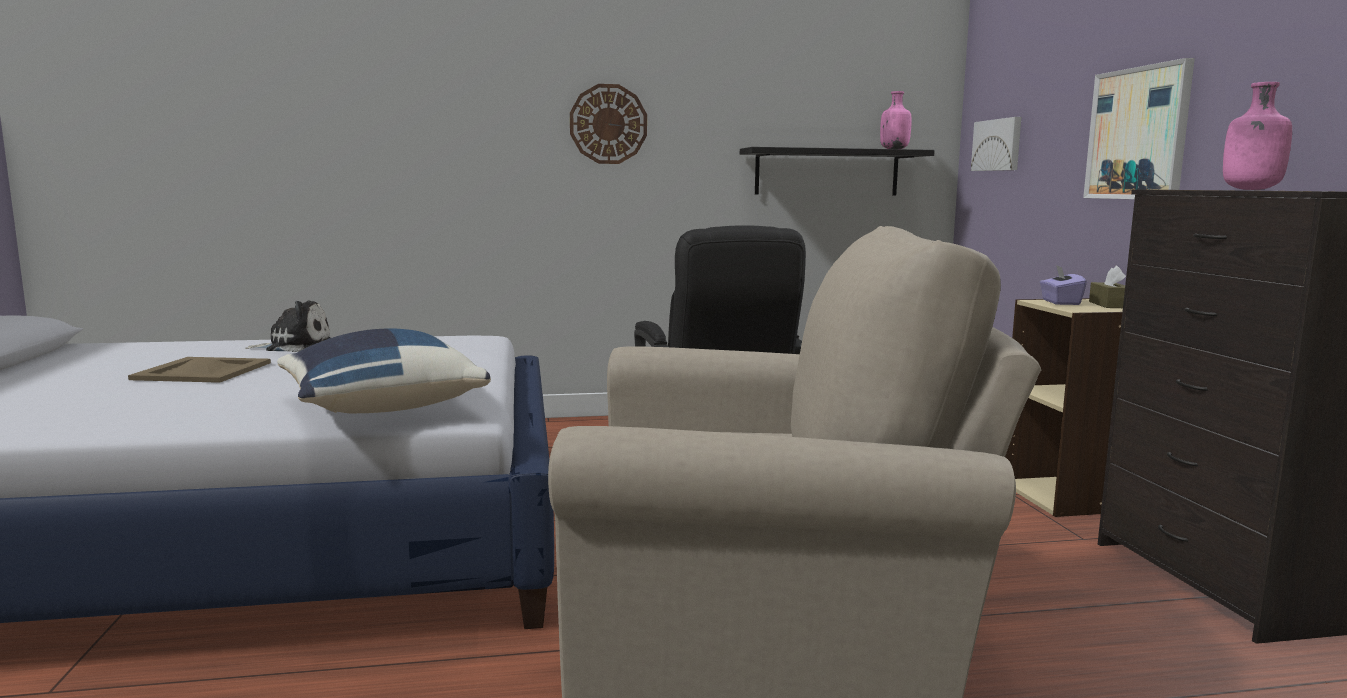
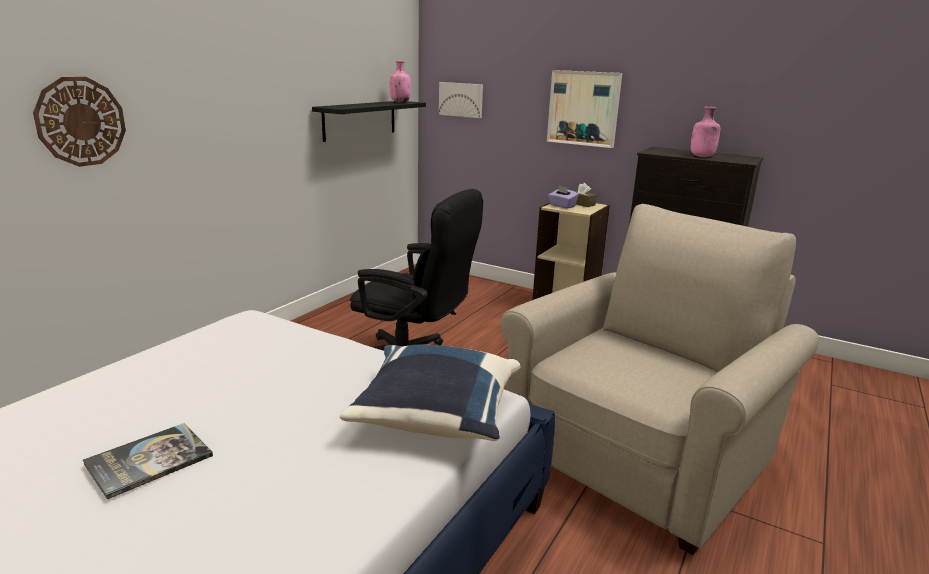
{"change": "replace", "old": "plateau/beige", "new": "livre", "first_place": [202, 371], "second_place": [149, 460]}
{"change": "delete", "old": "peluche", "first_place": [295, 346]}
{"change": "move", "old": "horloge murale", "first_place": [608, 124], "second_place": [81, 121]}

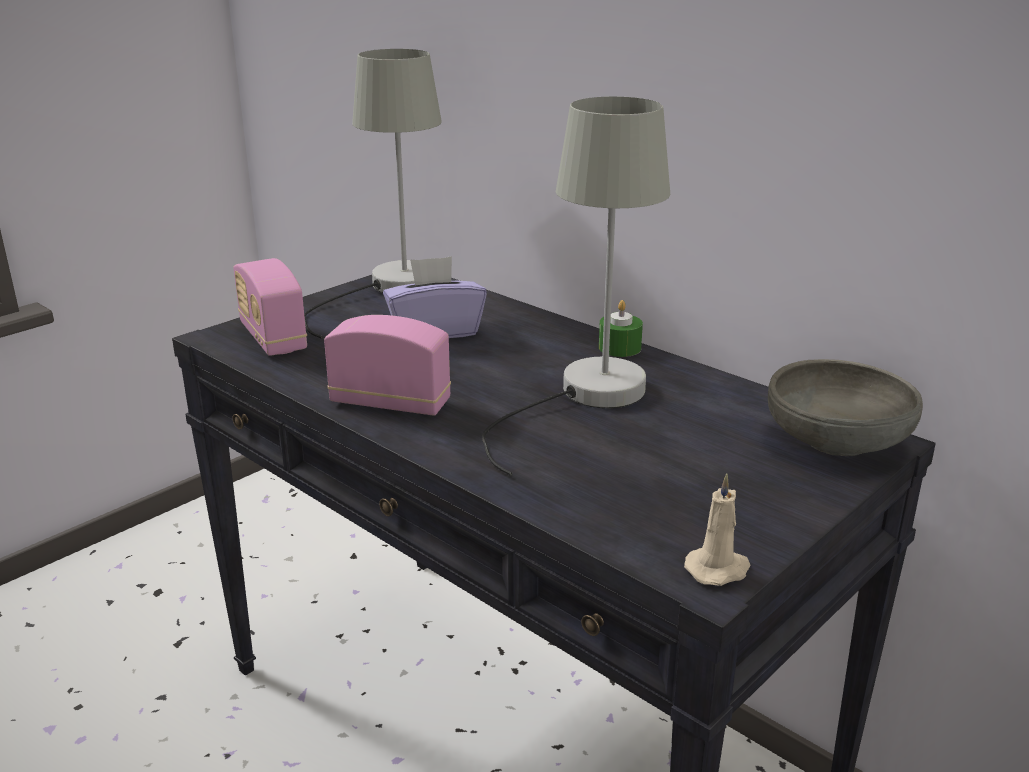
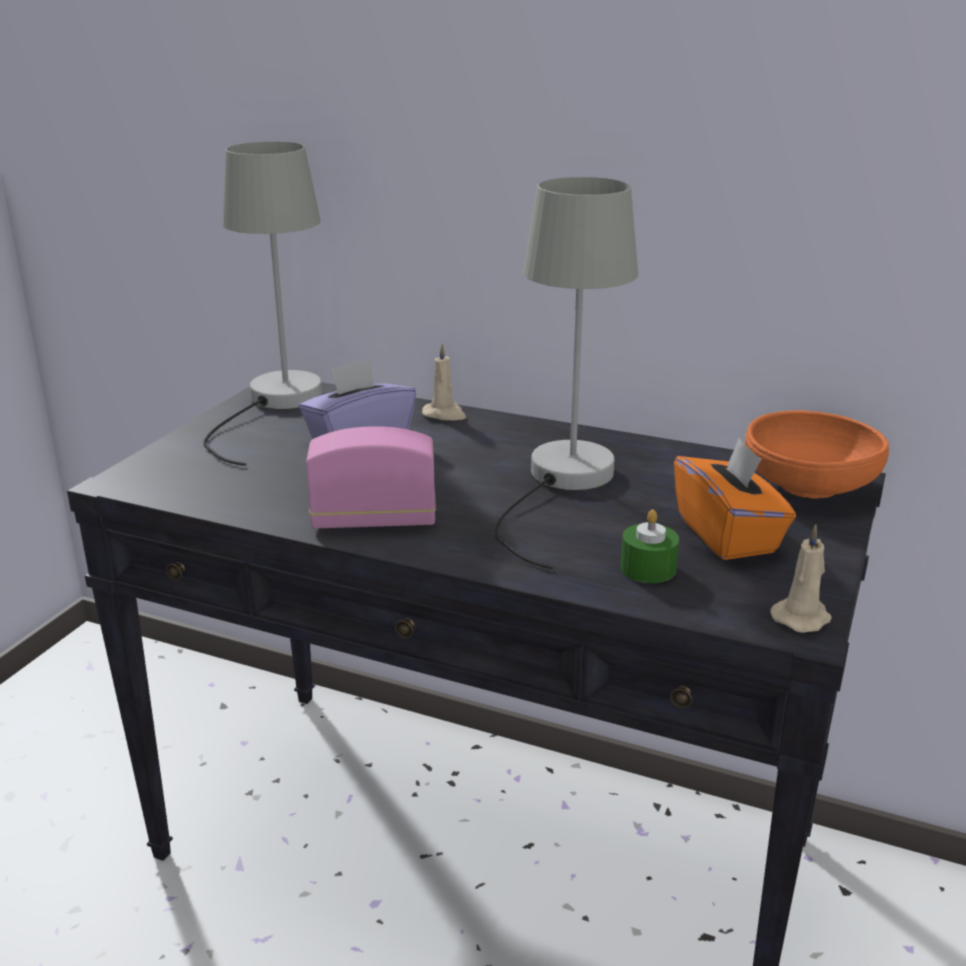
{"change": "delete", "old": "radio", "first_place": [273, 338]}
{"change": "move", "old": "bougie/vert", "first_place": [619, 348], "second_place": [648, 568]}
{"change": "recolor", "old": "bol/gris", "new": "bol/orange", "first_place": [836, 442], "second_place": [809, 486]}
{"change": "insert", "new": "bougie/beige", "second_place": [445, 414]}
{"change": "insert", "new": "boîte à mouchoirs/orange", "second_place": [728, 534]}

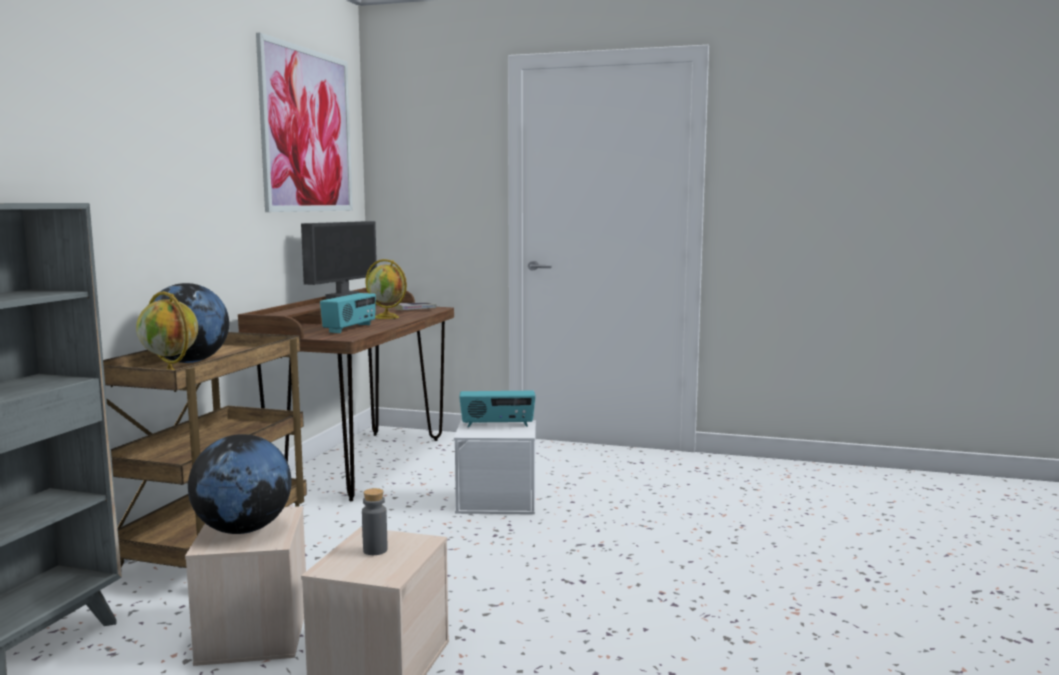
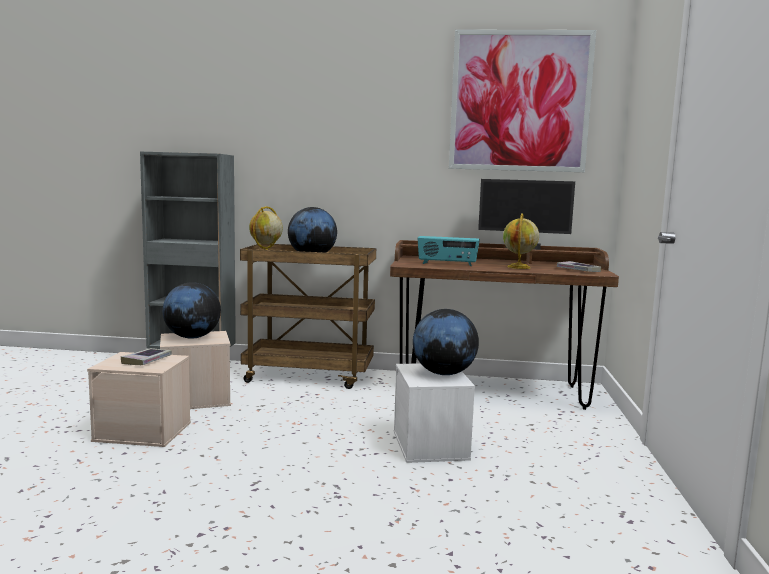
{"change": "replace", "old": "bouteille/gris", "new": "livre", "first_place": [375, 550], "second_place": [147, 360]}
{"change": "replace", "old": "radio", "new": "globe", "first_place": [497, 425], "second_place": [443, 373]}

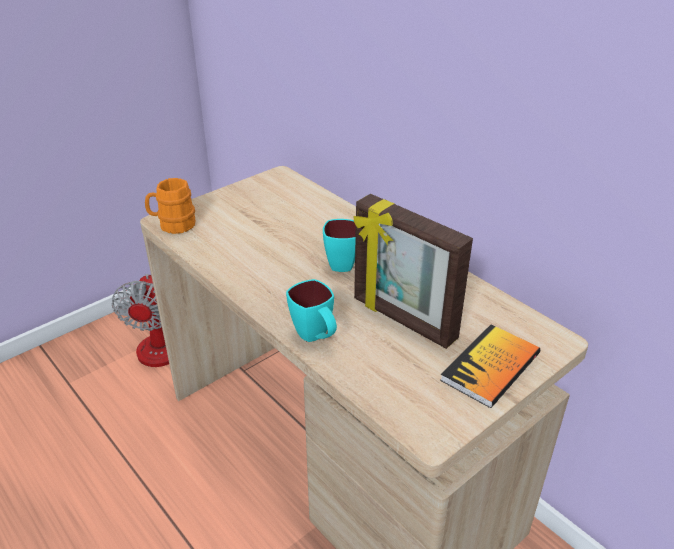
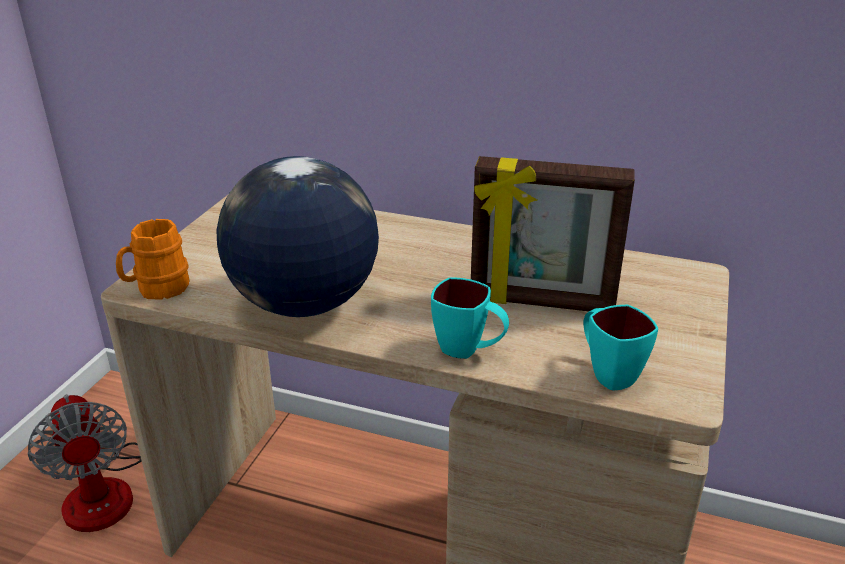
{"change": "move", "old": "mug/turquoise", "first_place": [342, 261], "second_place": [607, 373]}
{"change": "delete", "old": "livre", "first_place": [490, 367]}
{"change": "insert", "new": "globe", "second_place": [303, 304]}

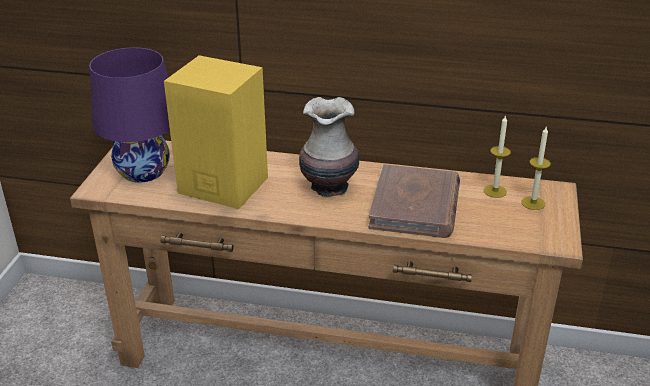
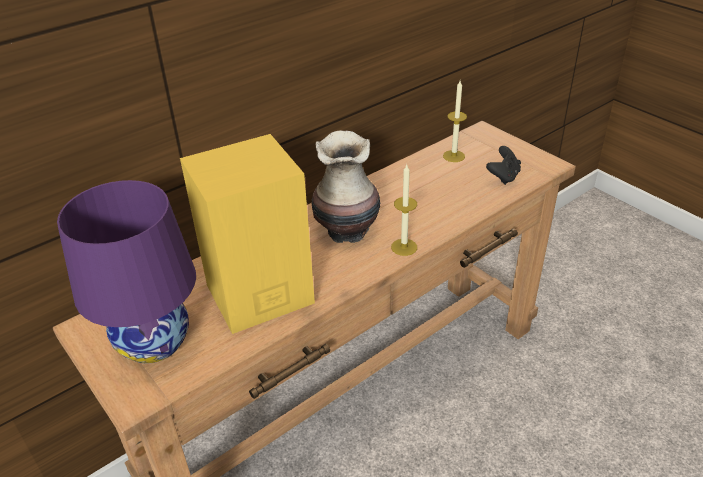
{"change": "delete", "old": "livre/marron", "first_place": [415, 206]}
{"change": "move", "old": "bougie", "first_place": [533, 203], "second_place": [404, 247]}
{"change": "insert", "new": "manette/noir", "second_place": [503, 177]}

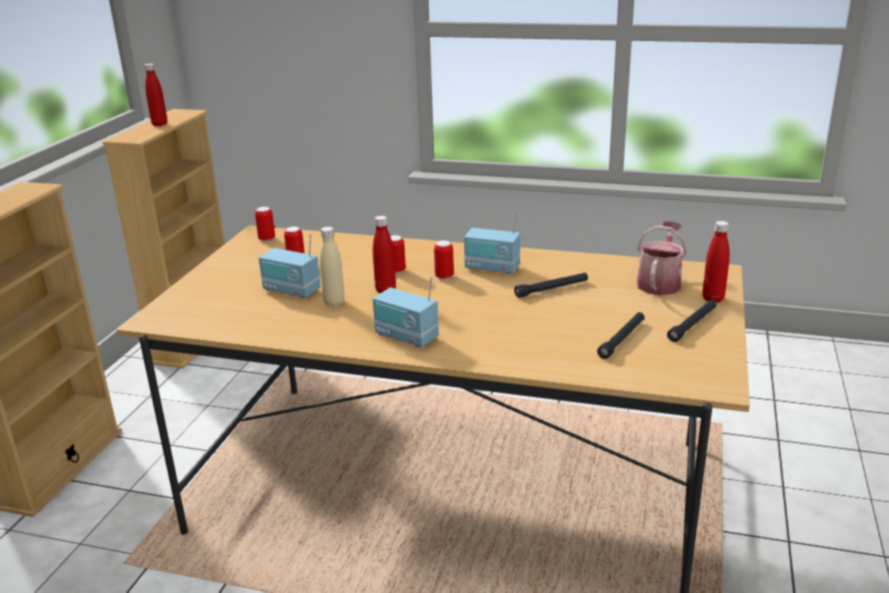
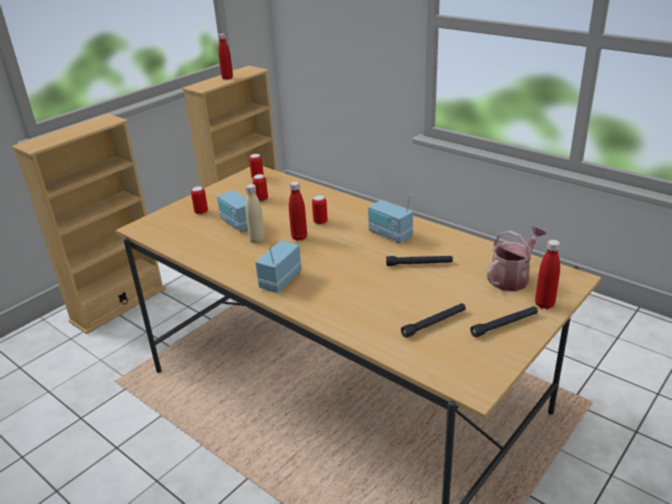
{"change": "rotate", "old": "radio", "first_place": [406, 337], "second_place": [280, 280], "degrees": 60}
{"change": "move", "old": "boîte métallique", "first_place": [444, 276], "second_place": [201, 212]}

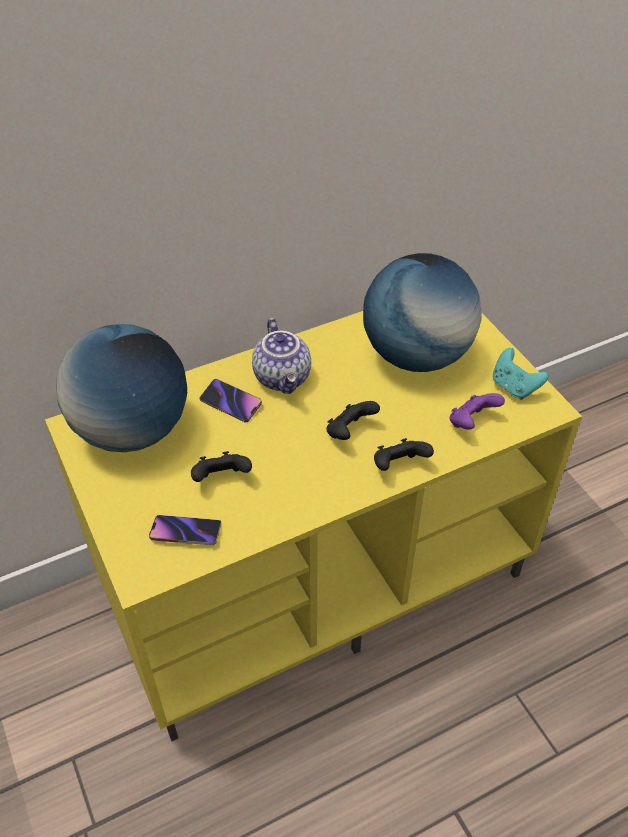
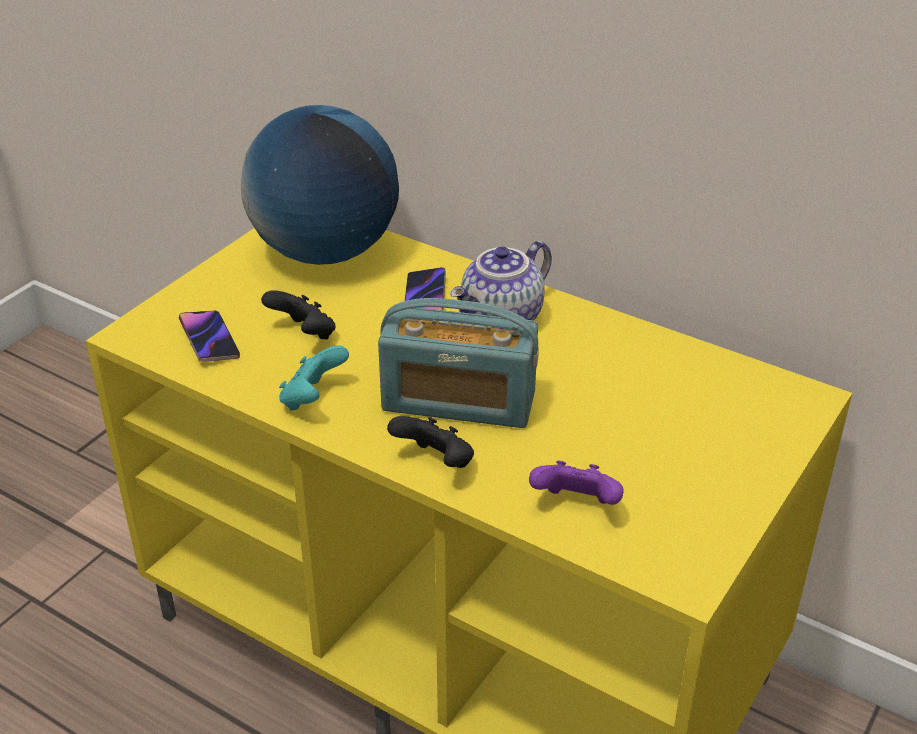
{"change": "replace", "old": "manette/noir", "new": "radio", "first_place": [349, 432], "second_place": [458, 402]}
{"change": "delete", "old": "globe", "first_place": [416, 356]}
{"change": "move", "old": "manette/turquoise", "first_place": [514, 387], "second_place": [313, 399]}

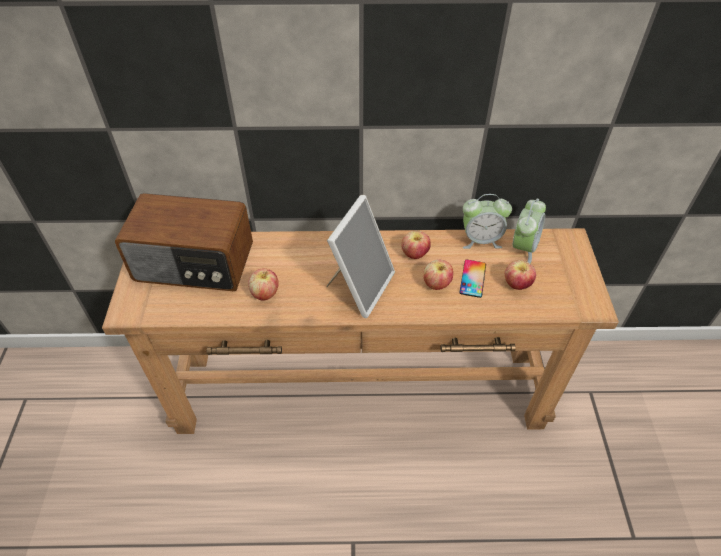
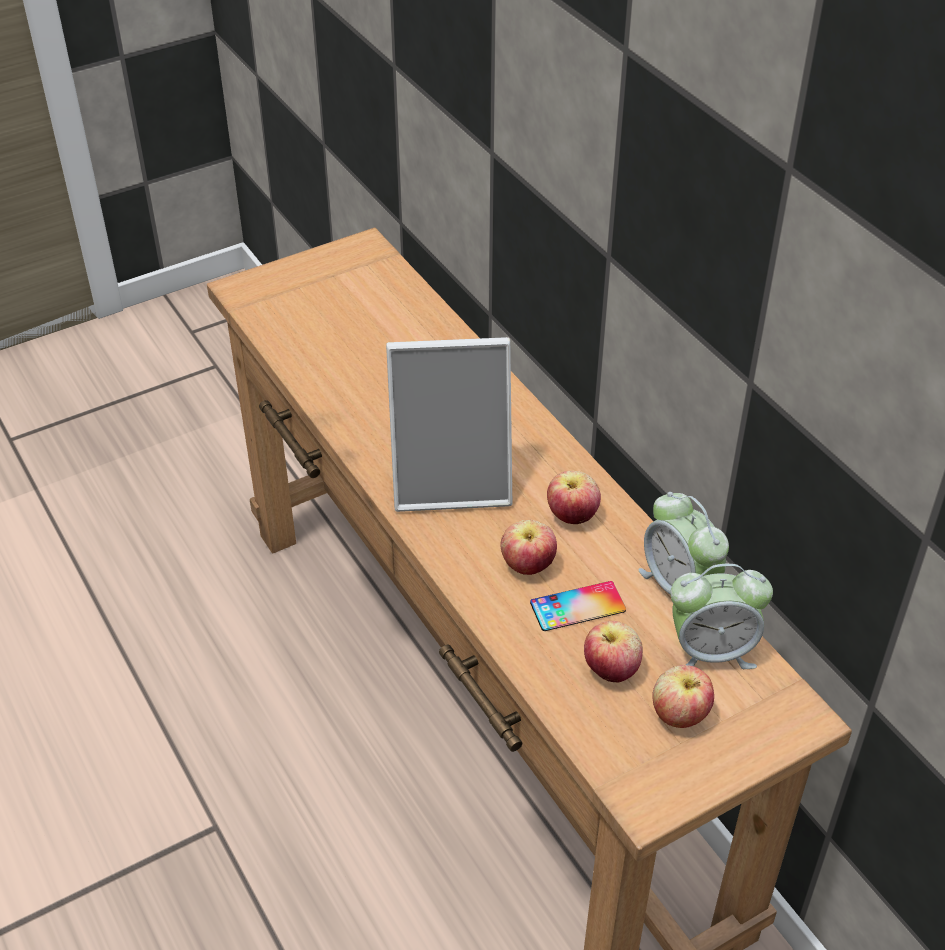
{"change": "delete", "old": "radio", "first_place": [194, 264]}
{"change": "move", "old": "pomme", "first_place": [265, 294], "second_place": [679, 715]}

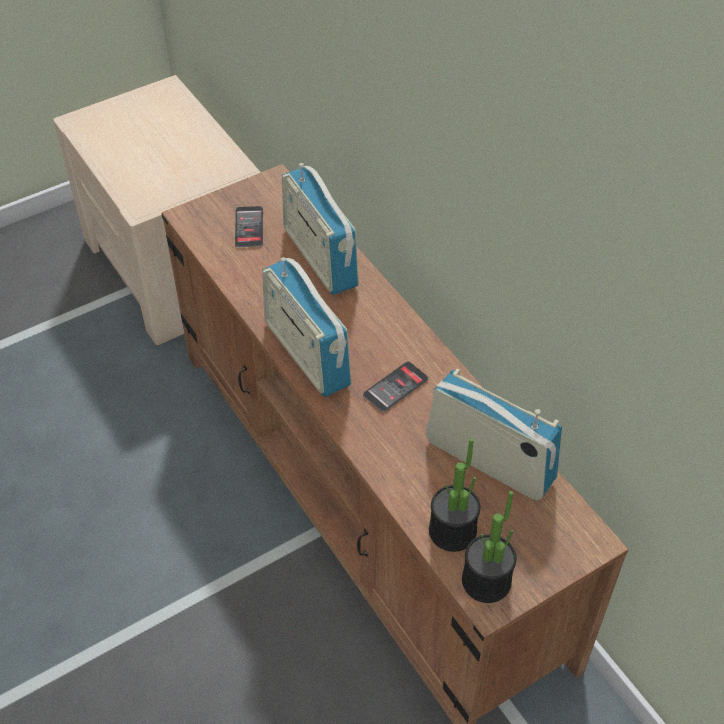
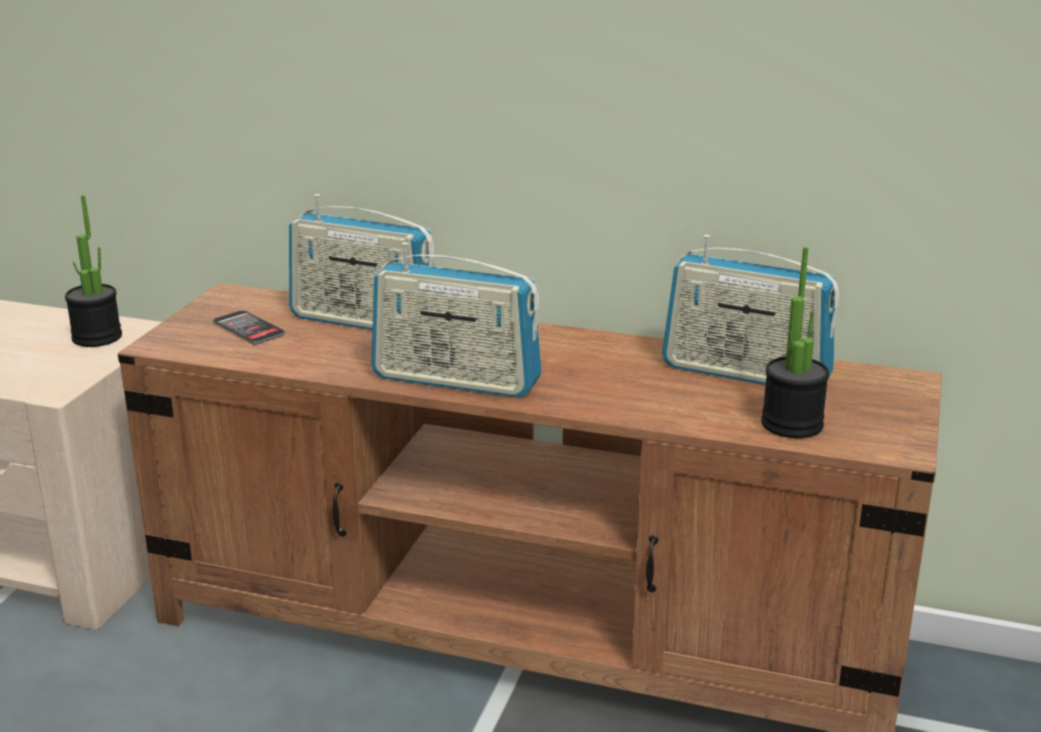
{"change": "delete", "old": "téléphone", "first_place": [395, 387]}
{"change": "rotate", "old": "radio", "first_place": [489, 461], "second_place": [745, 373], "degrees": -150}
{"change": "move", "old": "plante en pot", "first_place": [486, 581], "second_place": [97, 337]}

